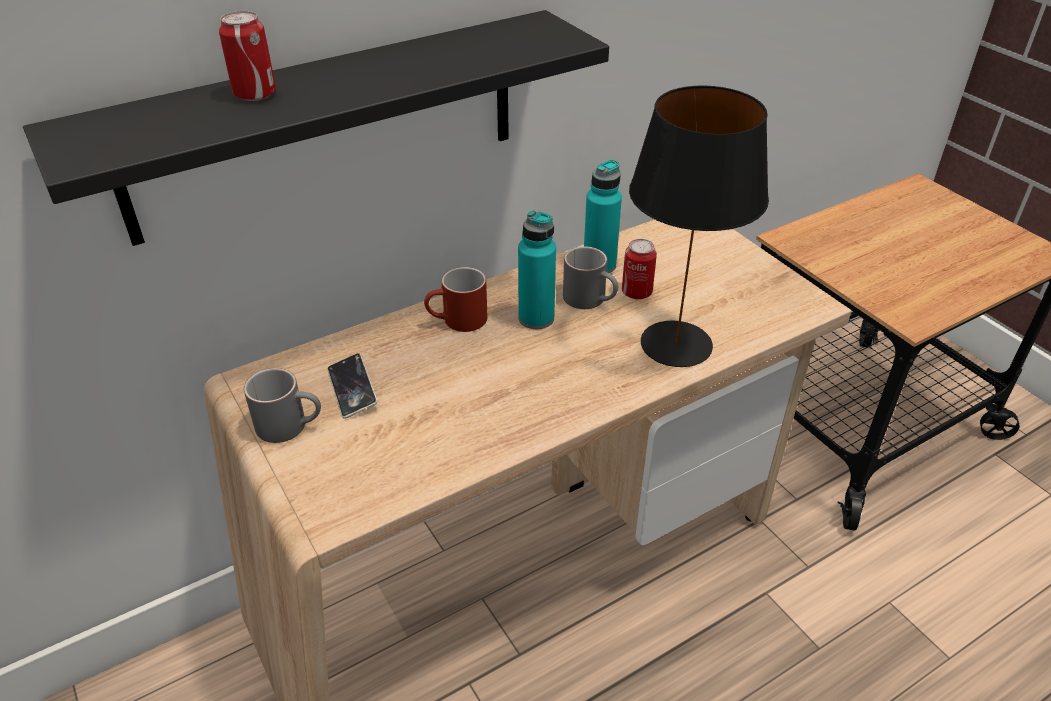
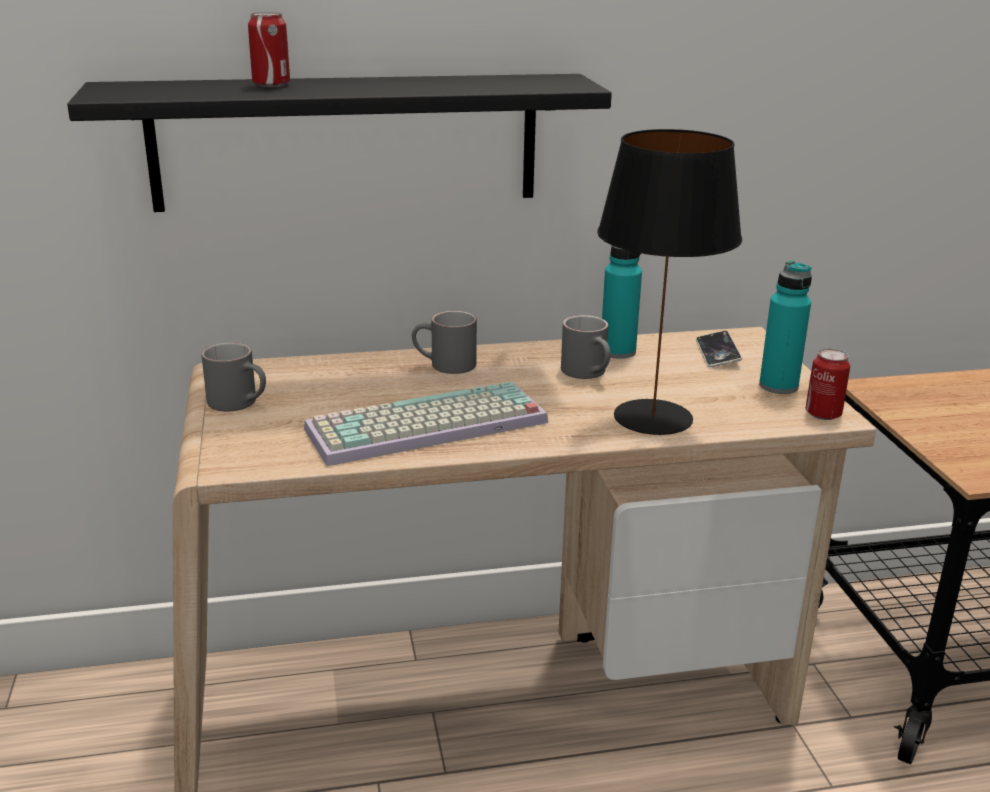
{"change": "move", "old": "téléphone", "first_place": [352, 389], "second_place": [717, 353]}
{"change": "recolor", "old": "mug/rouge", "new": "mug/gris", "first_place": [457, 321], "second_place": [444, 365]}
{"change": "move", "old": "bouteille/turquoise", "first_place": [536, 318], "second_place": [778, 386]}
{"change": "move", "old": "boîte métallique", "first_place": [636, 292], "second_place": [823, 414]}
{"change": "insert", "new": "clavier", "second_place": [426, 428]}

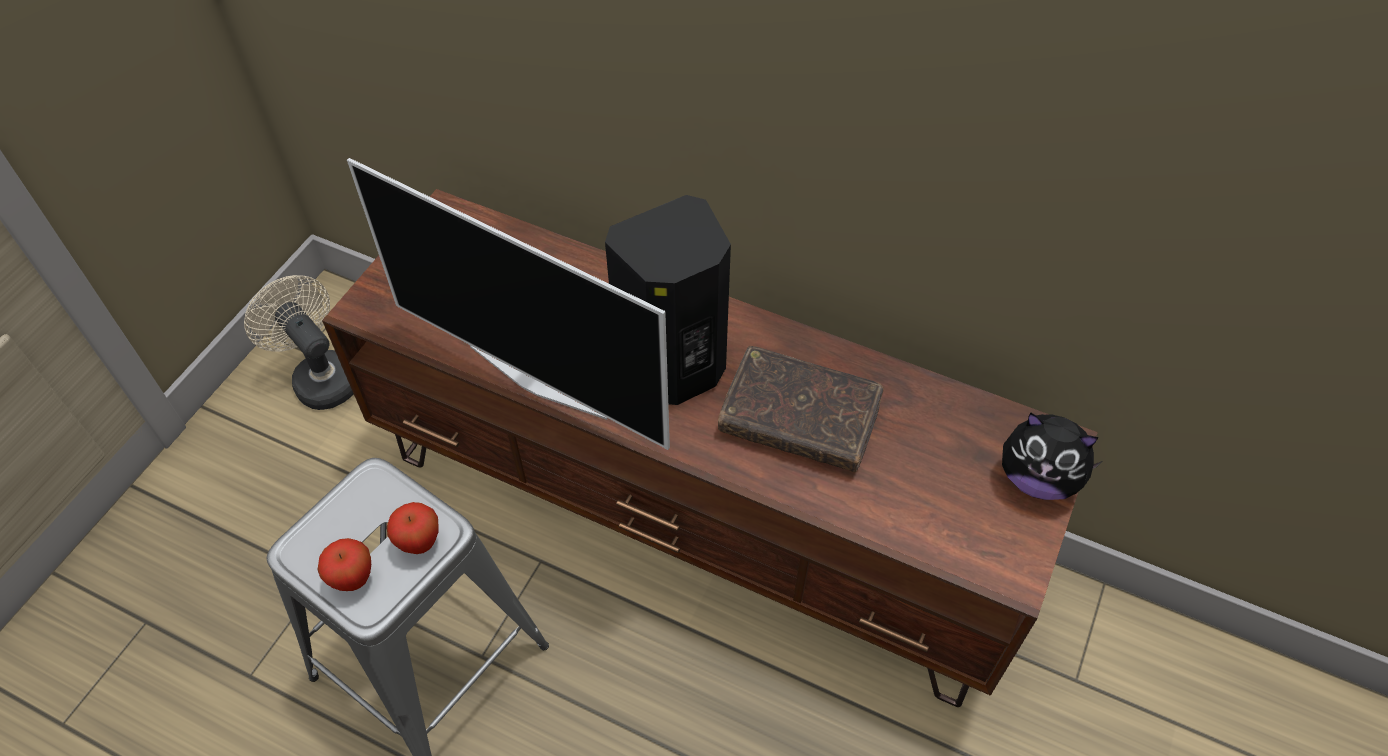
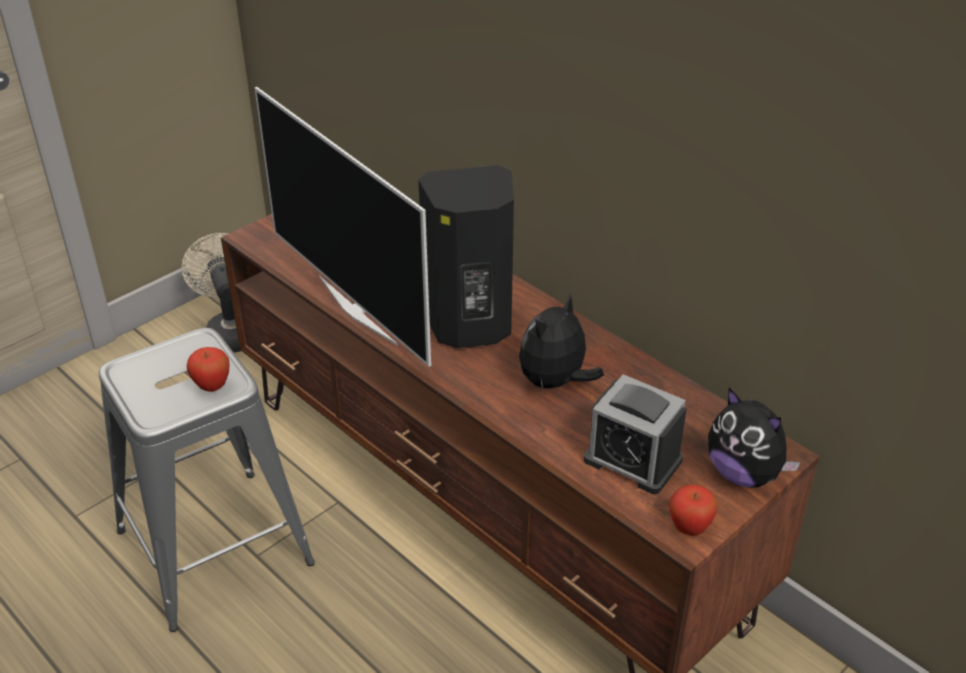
{"change": "move", "old": "pomme", "first_place": [353, 579], "second_place": [689, 528]}
{"change": "replace", "old": "livre/marron", "new": "peluche", "first_place": [799, 419], "second_place": [555, 382]}
{"change": "insert", "new": "réveil", "second_place": [632, 460]}

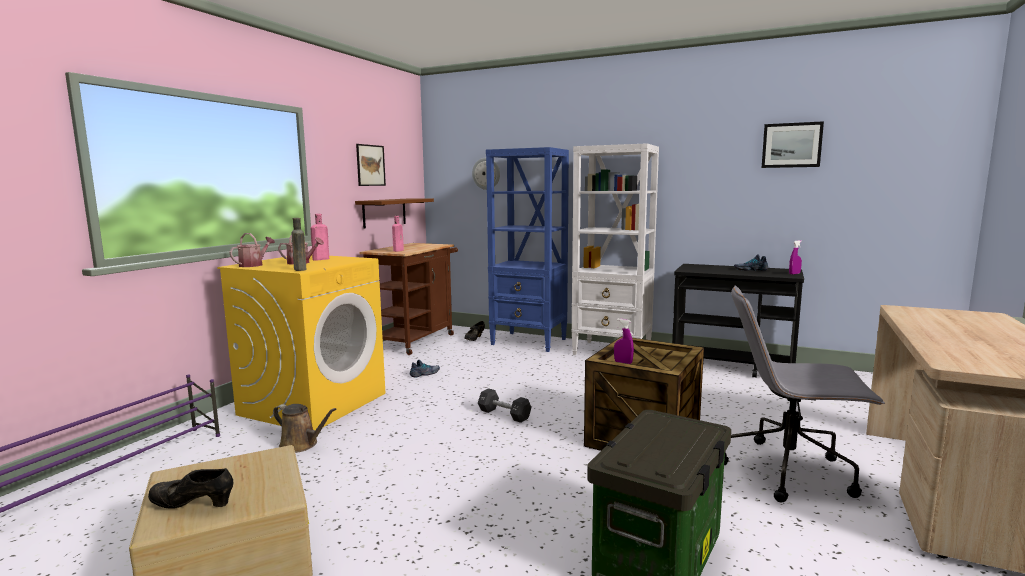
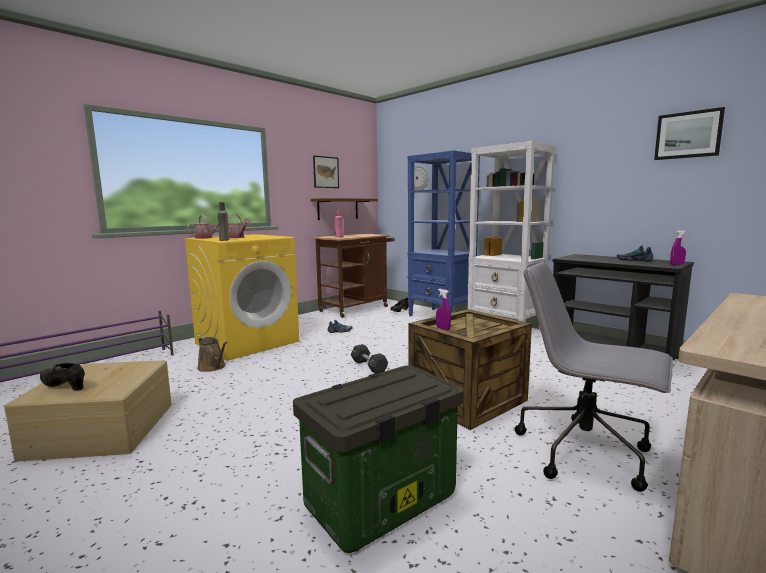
{"change": "delete", "old": "bouteille/rose", "first_place": [319, 259]}

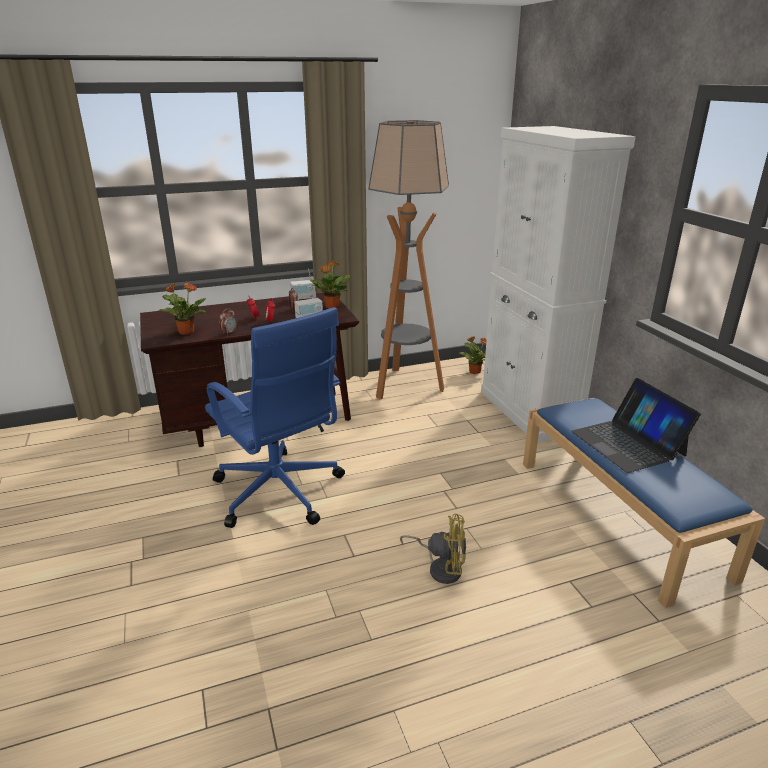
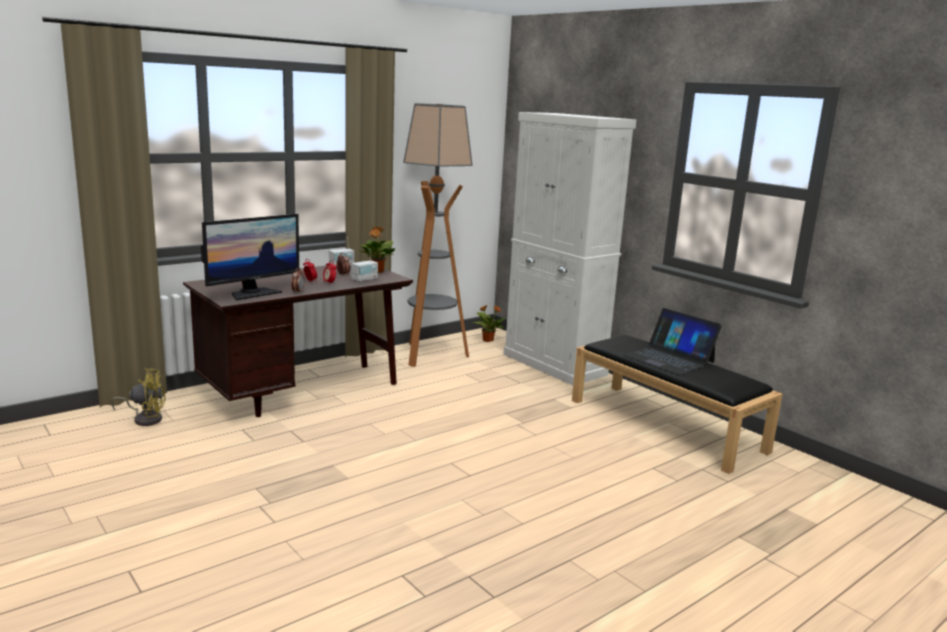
{"change": "replace", "old": "plante en pot", "new": "écran d'ordinateur", "first_place": [186, 332], "second_place": [252, 293]}
{"change": "delete", "old": "chaise de bureau/bleu", "first_place": [280, 493]}
{"change": "move", "old": "ventilateur/jaune", "first_place": [441, 568], "second_place": [145, 419]}
{"change": "recolor", "old": "banc/bleu", "new": "banc/noir", "first_place": [620, 516], "second_place": [666, 425]}

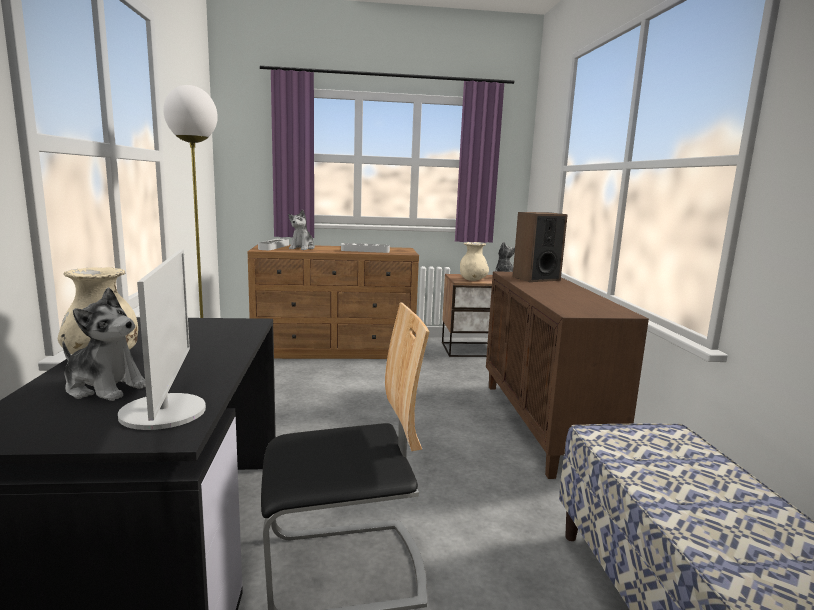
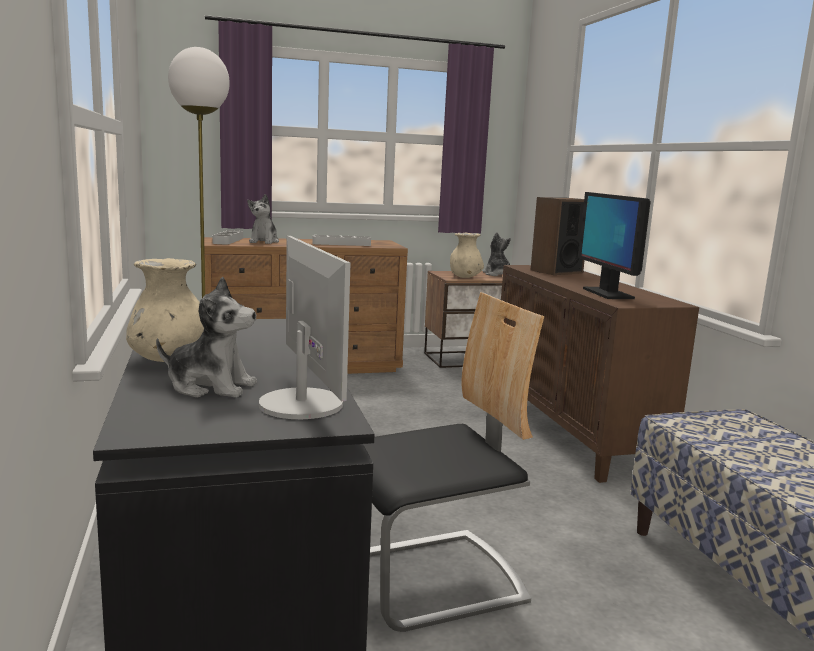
{"change": "insert", "new": "écran d'ordinateur", "second_place": [607, 293]}

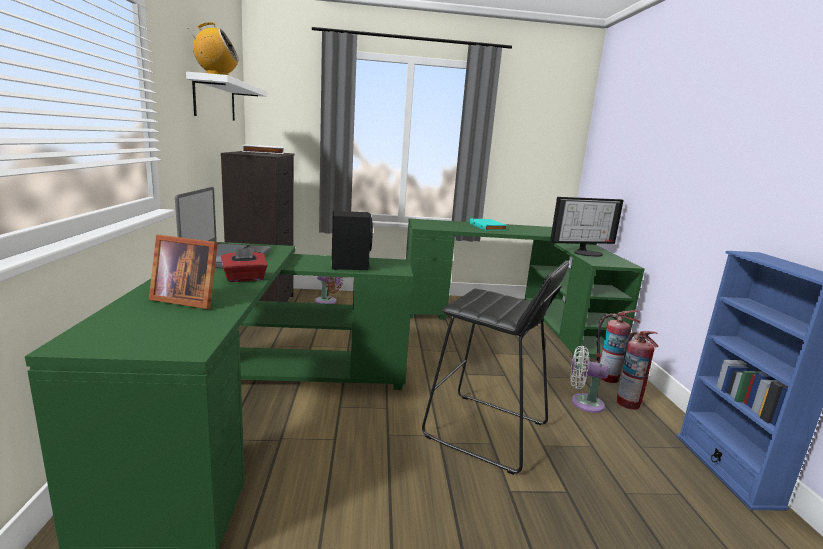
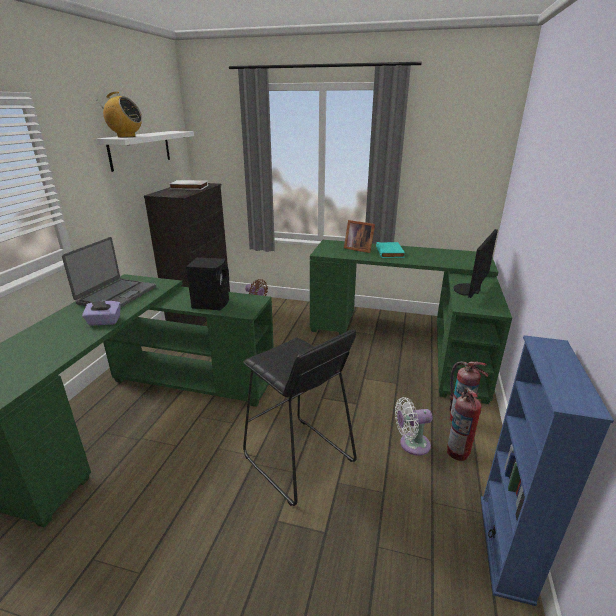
{"change": "move", "old": "cadre photo", "first_place": [186, 300], "second_place": [358, 249]}
{"change": "recolor", "old": "boîte à mouchoirs/rouge", "new": "boîte à mouchoirs/violet", "first_place": [244, 278], "second_place": [104, 322]}
{"change": "rotate", "old": "écran d'ordinateur", "first_place": [587, 253], "second_place": [469, 290], "degrees": 120}
{"change": "rotate", "old": "ventilateur/blanc", "first_place": [583, 402], "second_place": [411, 444], "degrees": -45}

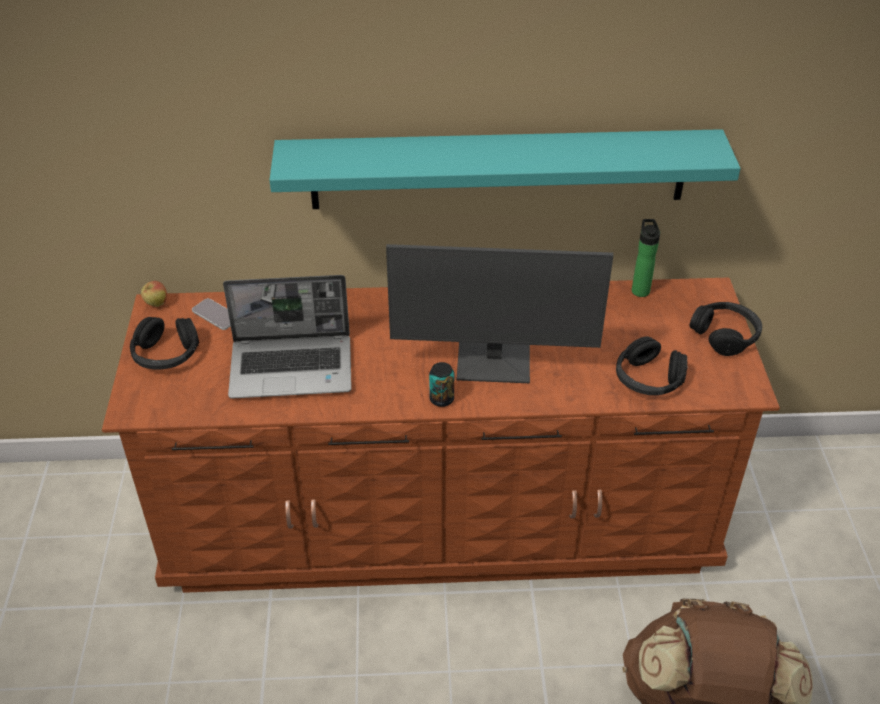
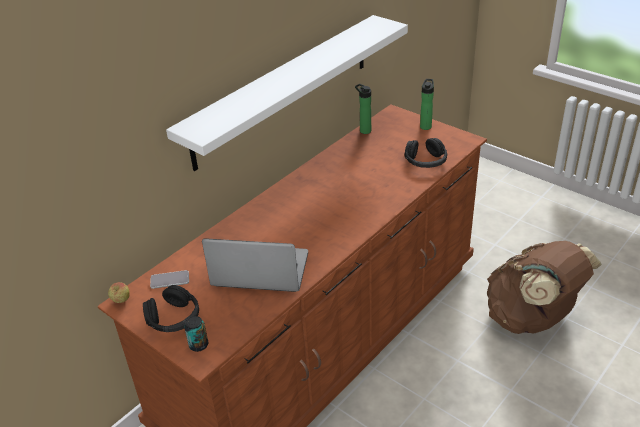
{"change": "rotate", "old": "ordinateur portable", "first_place": [293, 367], "second_place": [259, 271], "degrees": -120}
{"change": "recolor", "old": "étagère/turquoise", "new": "étagère/blanc", "first_place": [498, 169], "second_place": [284, 89]}
{"change": "delete", "old": "écran d'ordinateur", "first_place": [494, 363]}
{"change": "move", "old": "boîte métallique", "first_place": [441, 399], "second_place": [198, 345]}
{"change": "replace", "old": "casque audio/noir", "new": "bouteille", "first_place": [725, 335], "second_place": [426, 126]}

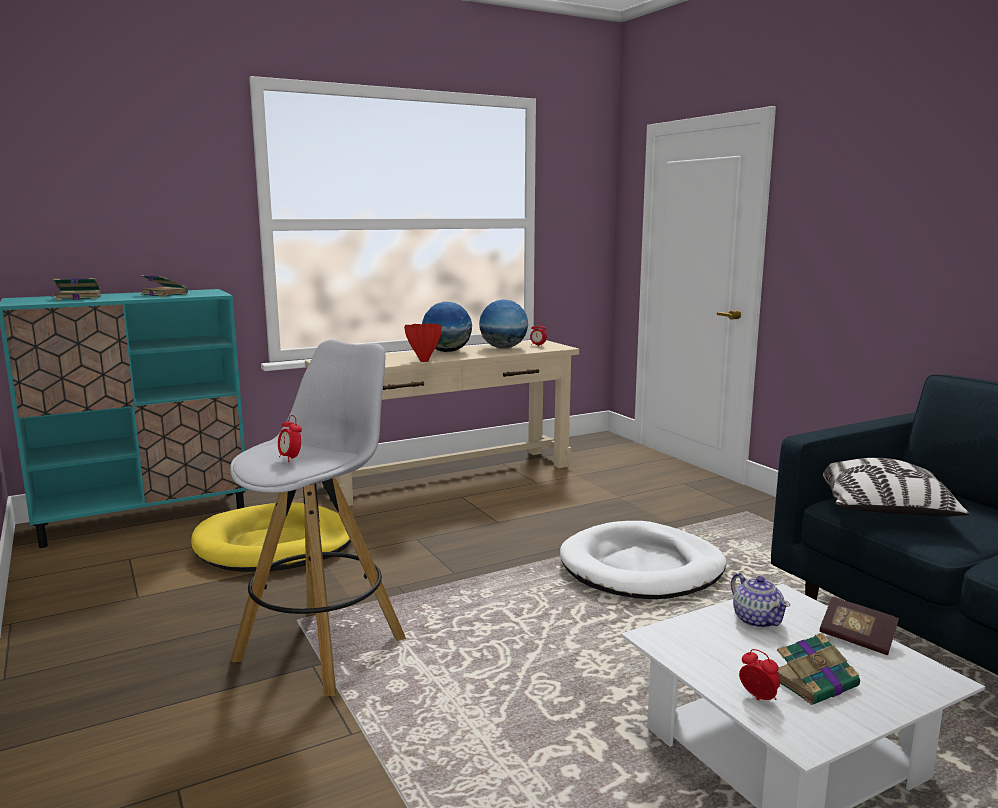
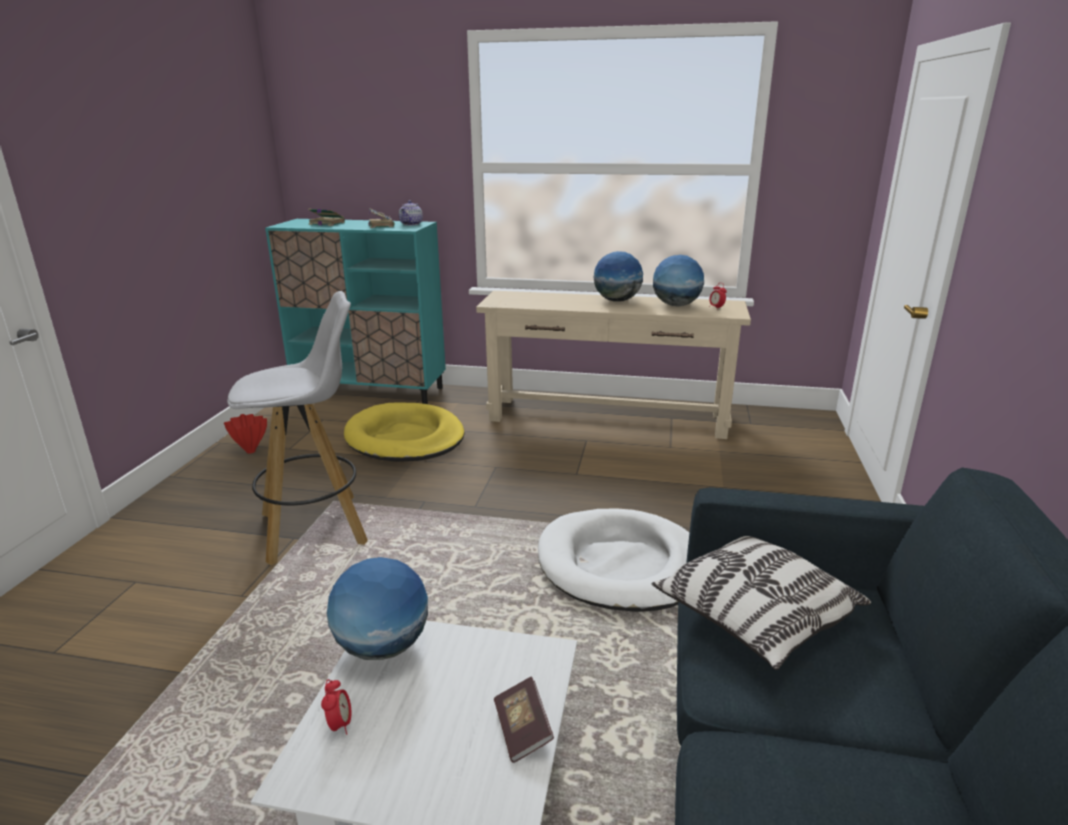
{"change": "delete", "old": "réveil", "first_place": [290, 459]}
{"change": "move", "old": "vase/rouge", "first_place": [423, 361], "second_place": [250, 451]}
{"change": "move", "old": "théière", "first_place": [757, 620], "second_place": [411, 224]}
{"change": "delete", "old": "livre", "first_place": [815, 682]}
{"change": "insert", "new": "globe", "second_place": [382, 646]}

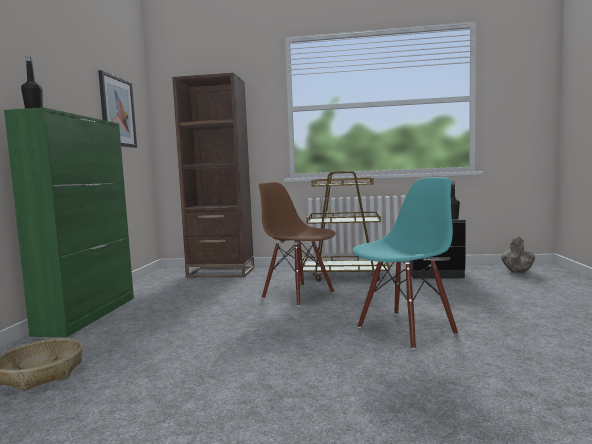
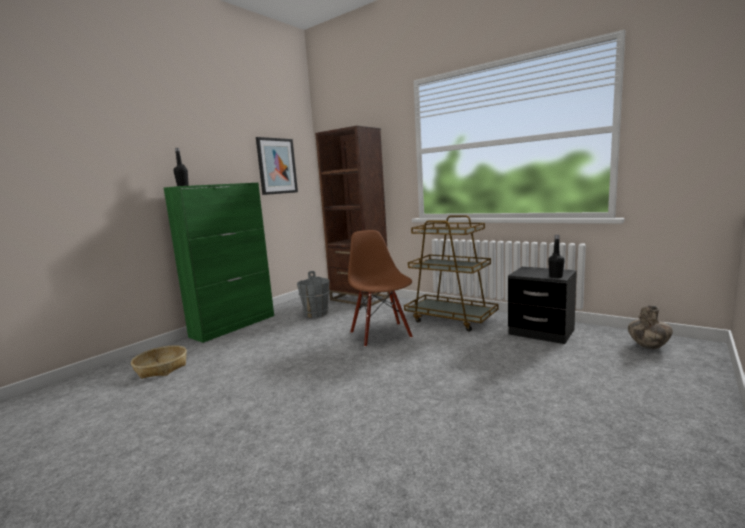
{"change": "delete", "old": "chaise/turquoise", "first_place": [405, 329]}
{"change": "insert", "new": "seau/gris", "second_place": [316, 314]}

